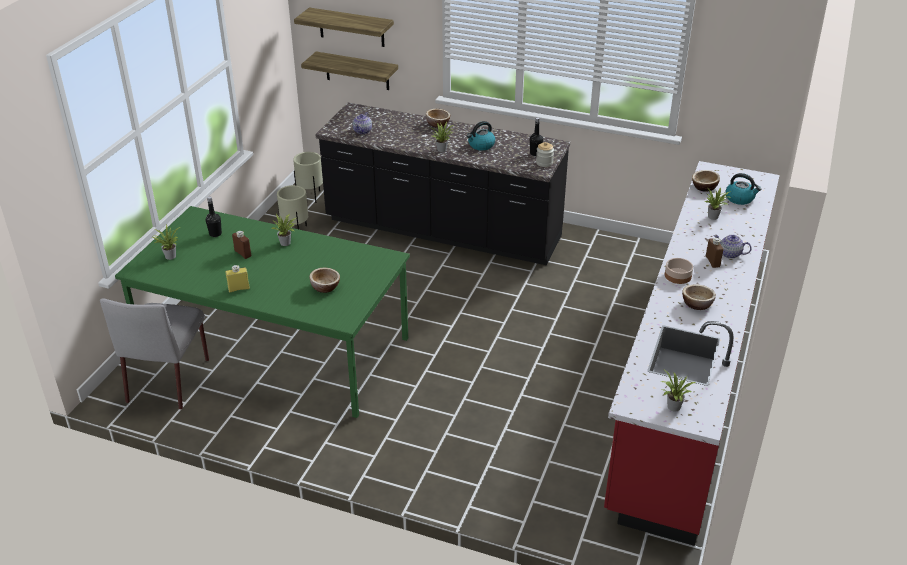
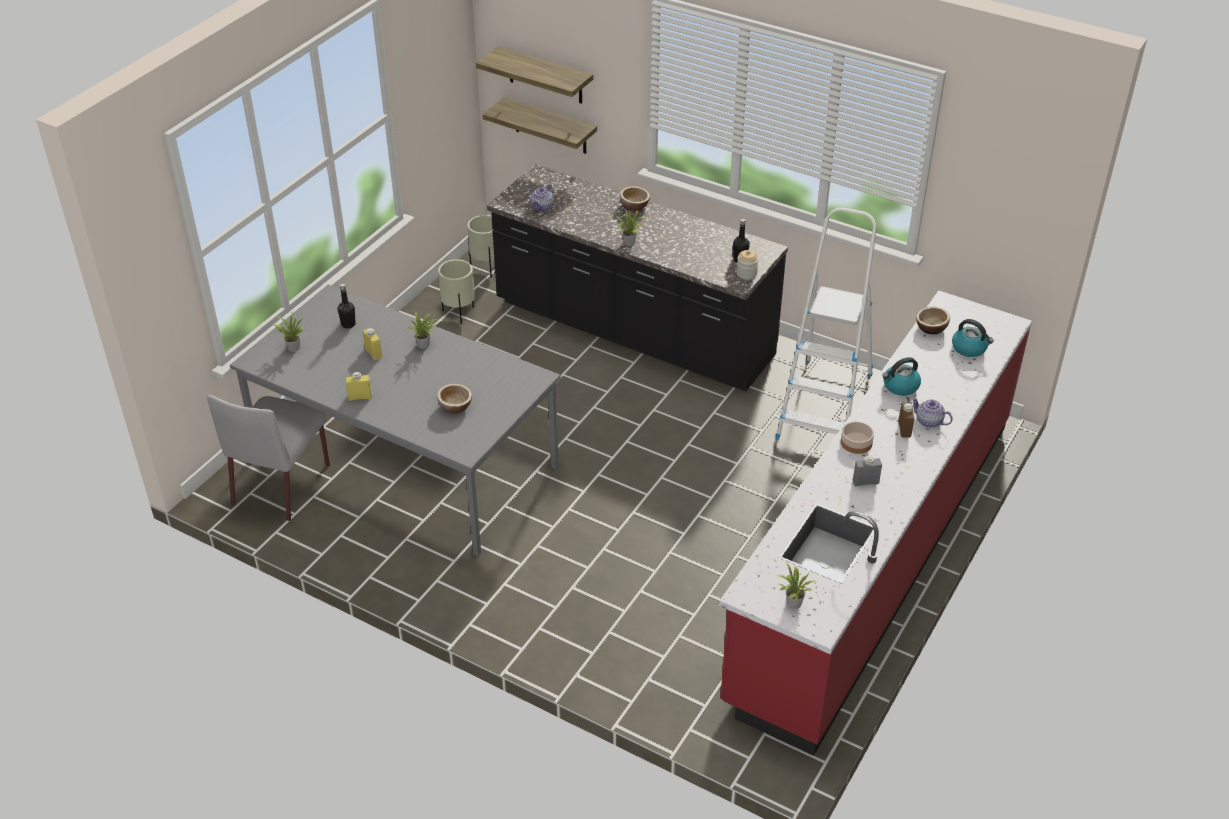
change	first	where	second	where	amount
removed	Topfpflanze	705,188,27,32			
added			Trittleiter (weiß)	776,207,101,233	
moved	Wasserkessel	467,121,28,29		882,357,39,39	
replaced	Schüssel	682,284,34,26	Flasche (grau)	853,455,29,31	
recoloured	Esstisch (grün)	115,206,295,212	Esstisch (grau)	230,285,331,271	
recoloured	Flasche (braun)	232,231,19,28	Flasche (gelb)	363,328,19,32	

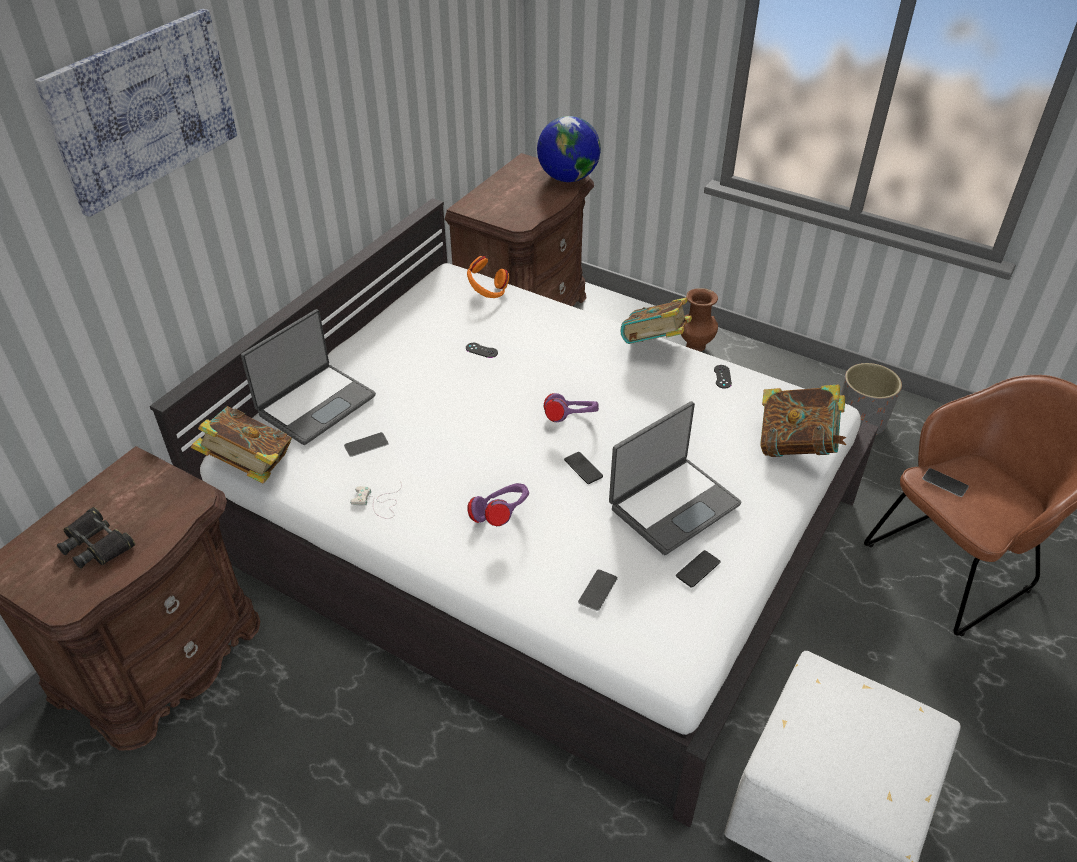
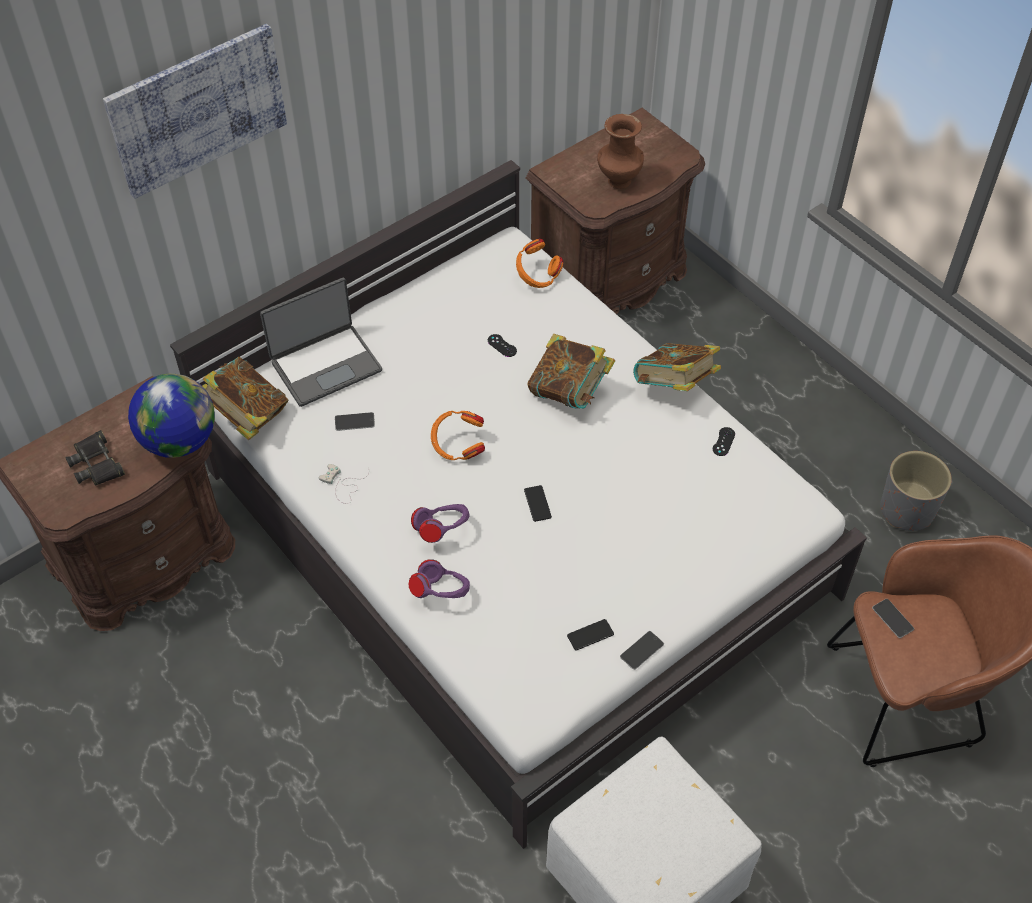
change	first	where	second	where	amount
removed	Laptop	609,401,133,154			
added			Kopfhörer (orange)	431,411,54,49	
moved	Globus	537,116,64,66		128,374,87,84	
moved	Kopfhörer (lila)	544,393,55,29		409,559,61,39	
moved	Handy	578,569,40,42		620,631,44,39	
moved	Vase (braun)	681,288,37,63		597,114,47,75	
moved	Buch	760,384,87,73		527,334,88,75	

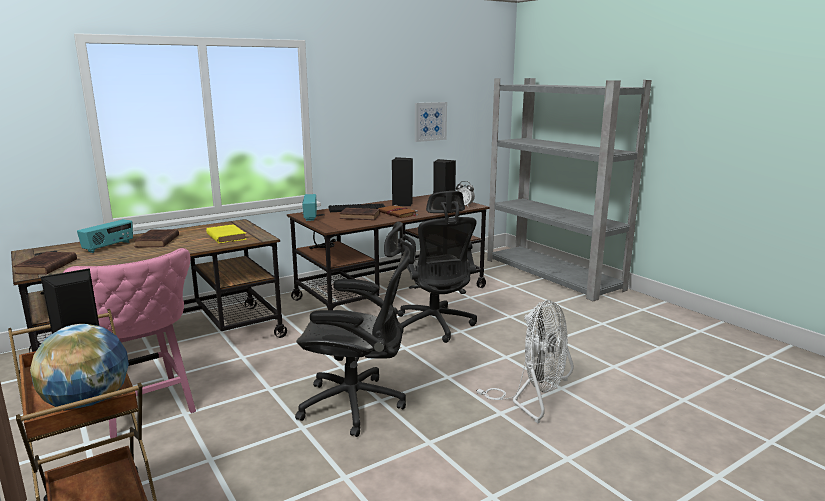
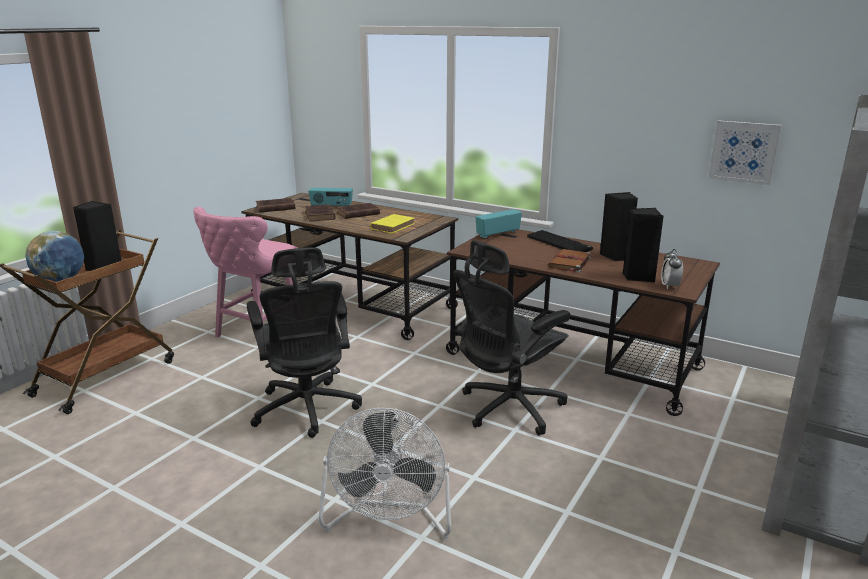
change	first	where	second	where	amount
moved	Buch (braun)	340,208,40,12		305,204,30,18	

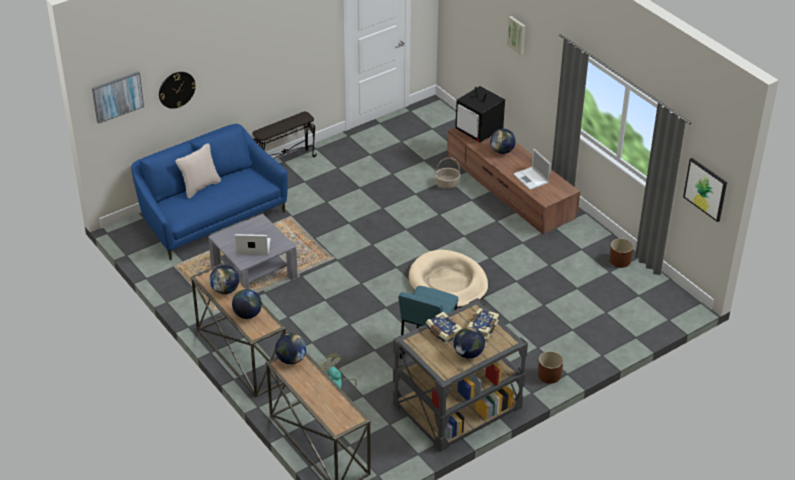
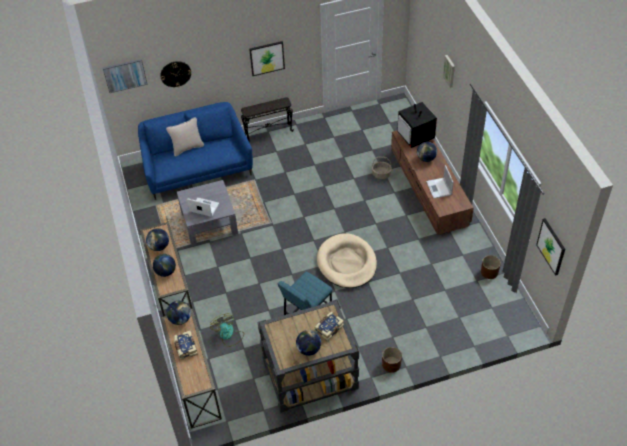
change	first	where	second	where	amount
added			Bild	249,41,36,35	
moved	Buch	426,312,37,33		173,331,25,29	

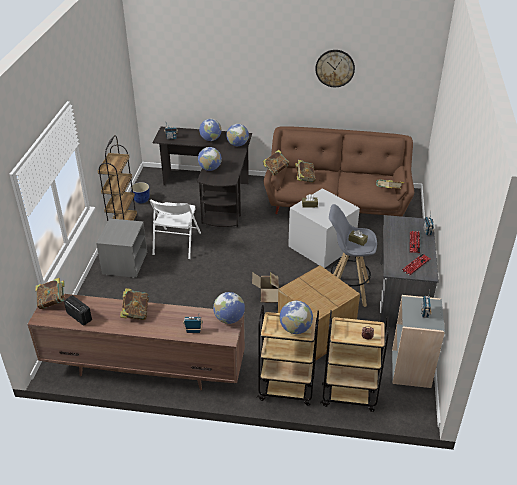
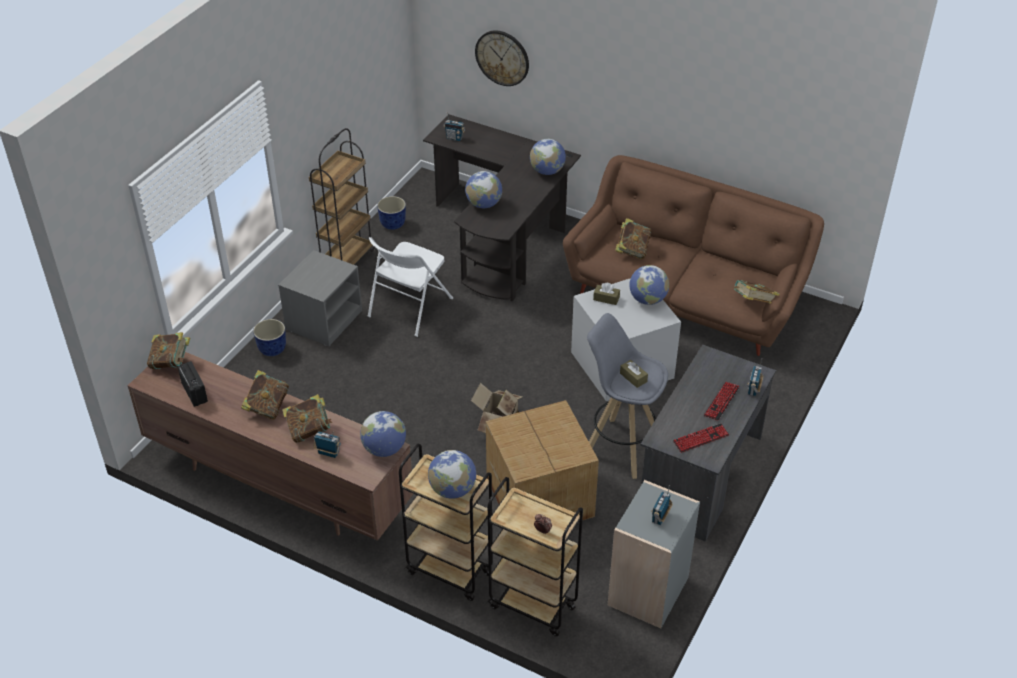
change	first	where	second	where	amount
added			Pflanzkübel	253,319,33,37	
moved	Globus	199,119,23,22		629,265,40,40	
moved	Buch	262,150,28,25		282,394,51,49	
moved	Wanduhr	315,50,40,37		475,30,54,56	

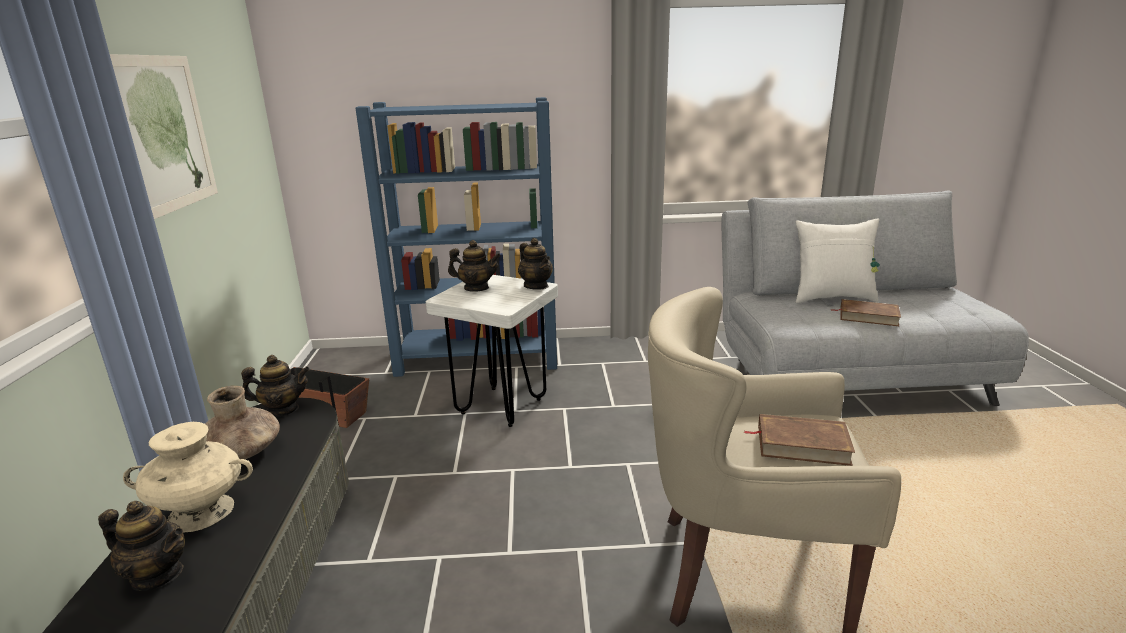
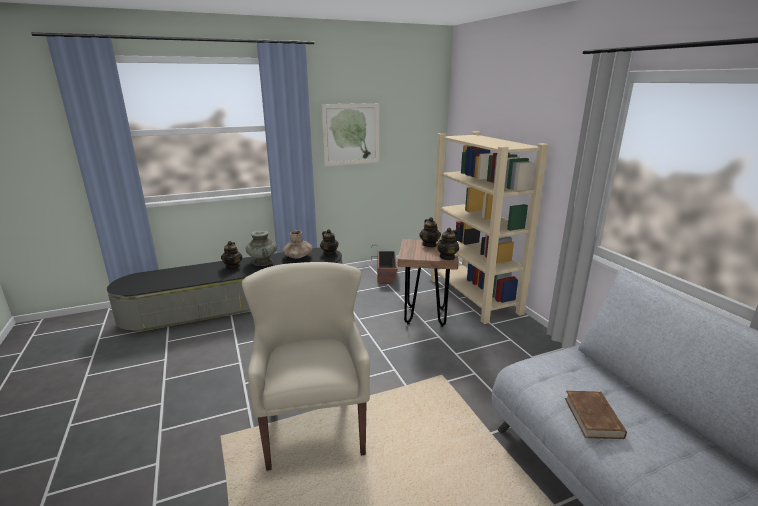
change	first	where	second	where	amount
removed	Buch (braun)	743,414,112,52			
removed	Kissen (weiß)	795,218,85,85			
recoloured	Vase (beige)	123,422,130,110	Vase (türkis)	246,231,31,35	
recoloured	Bücherregal (blau)	356,97,201,280	Bücherregal (beige)	431,131,118,193	
recoloured	Hocker (weiß)	426,275,132,152	Hocker (braun)	398,239,61,88	

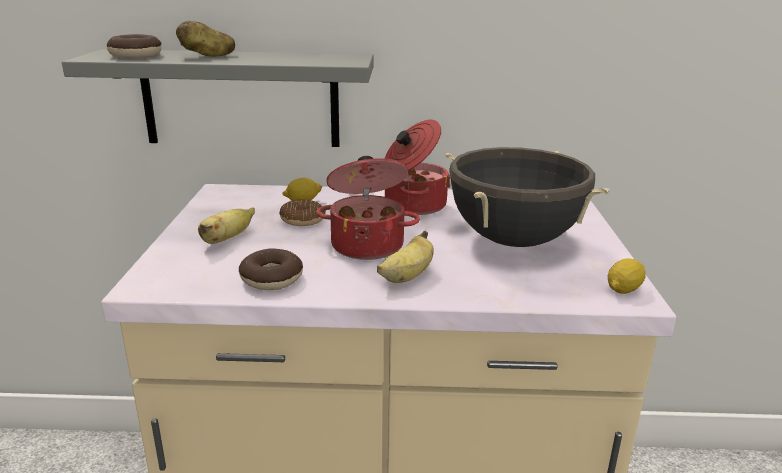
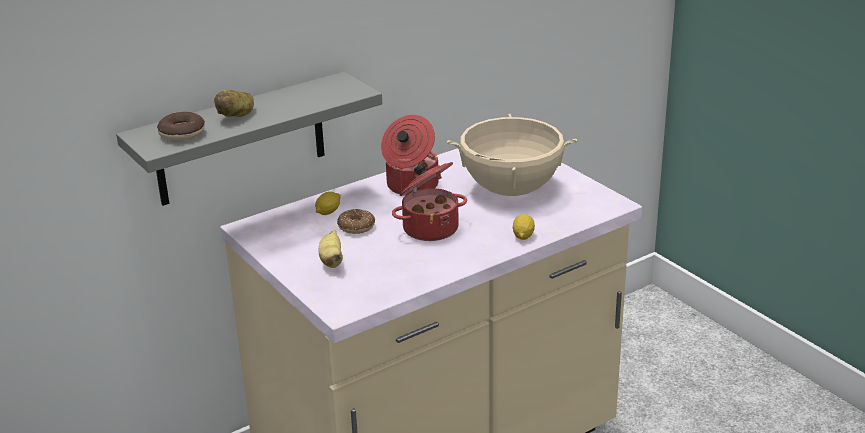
change	first	where	second	where	amount
removed	Donut	239,248,64,42			
removed	Banane	377,231,57,52			
moved	Zitrone	608,258,38,36		513,214,22,26	
recoloured	Kochtopf (schwarz)	445,147,165,100	Kochtopf (beige)	447,114,130,82	

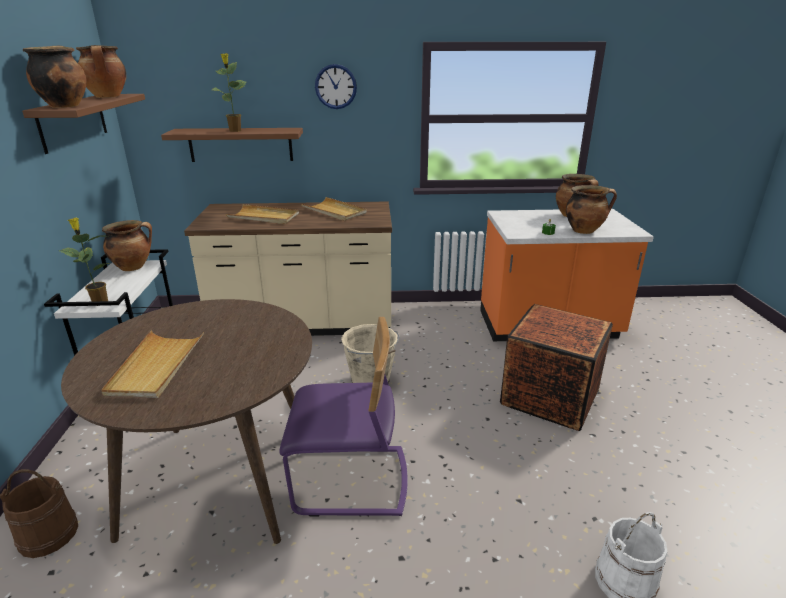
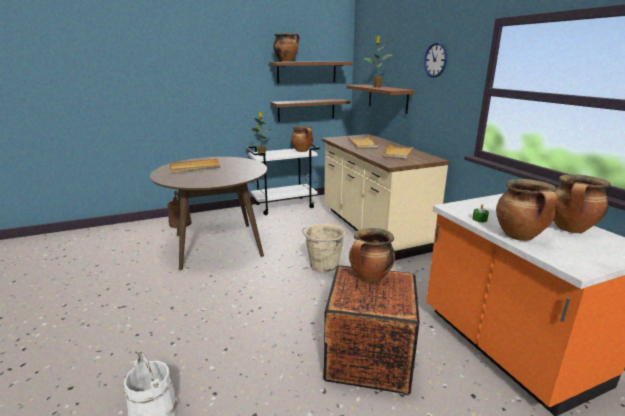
change	first	where	second	where	amount
removed	Stuhl (lila)	279,317,129,200			
added			Wandregal (braun)	270,99,80,23	
moved	Kochtopf	76,45,50,53		349,228,46,55	

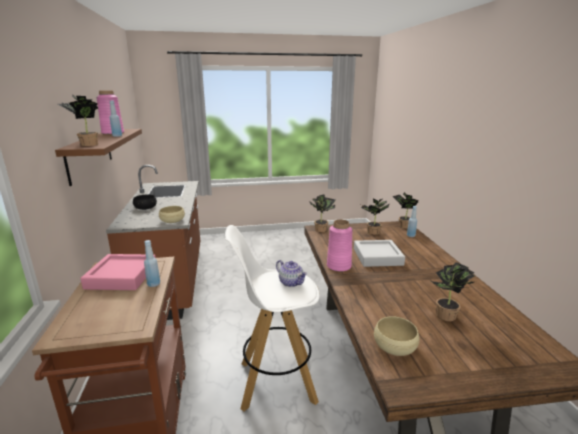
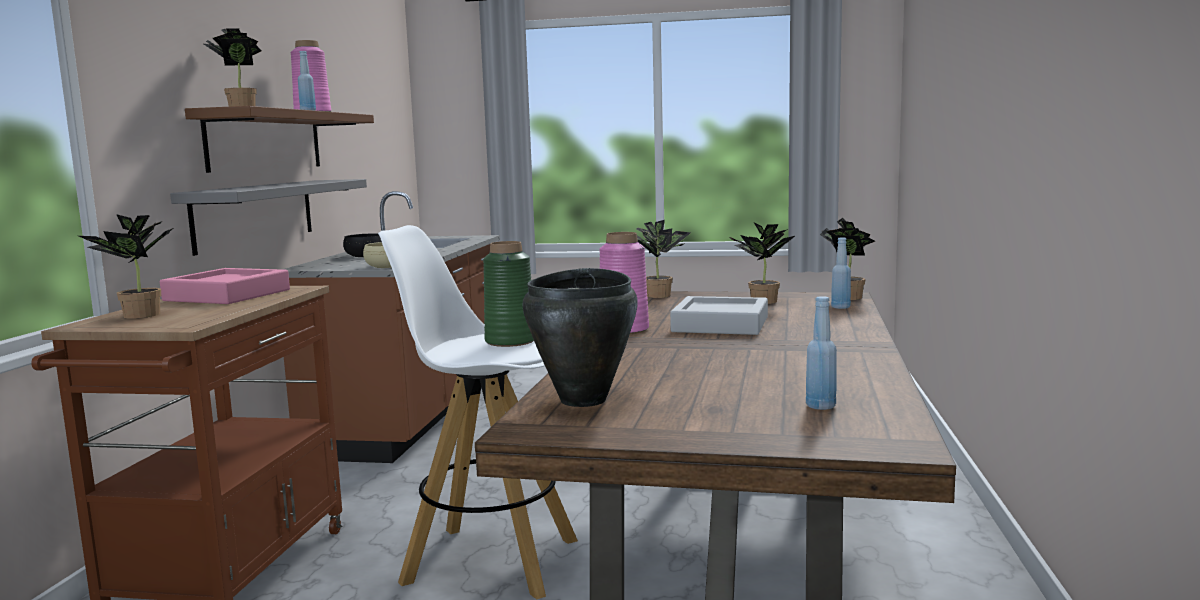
change	first	where	second	where	amount
added			Wandregal (grau)	170,179,197,77	
moved	Flasche (blau)	144,240,16,47		806,296,31,114	
moved	Topfpflanze	431,262,44,59		79,214,94,105	
replaced	Teekanne	276,260,31,27	Vase (grün)	483,241,51,106	
replaced	Schüssel (beige)	374,316,45,40	Kochtopf (schwarz)	522,268,116,139	

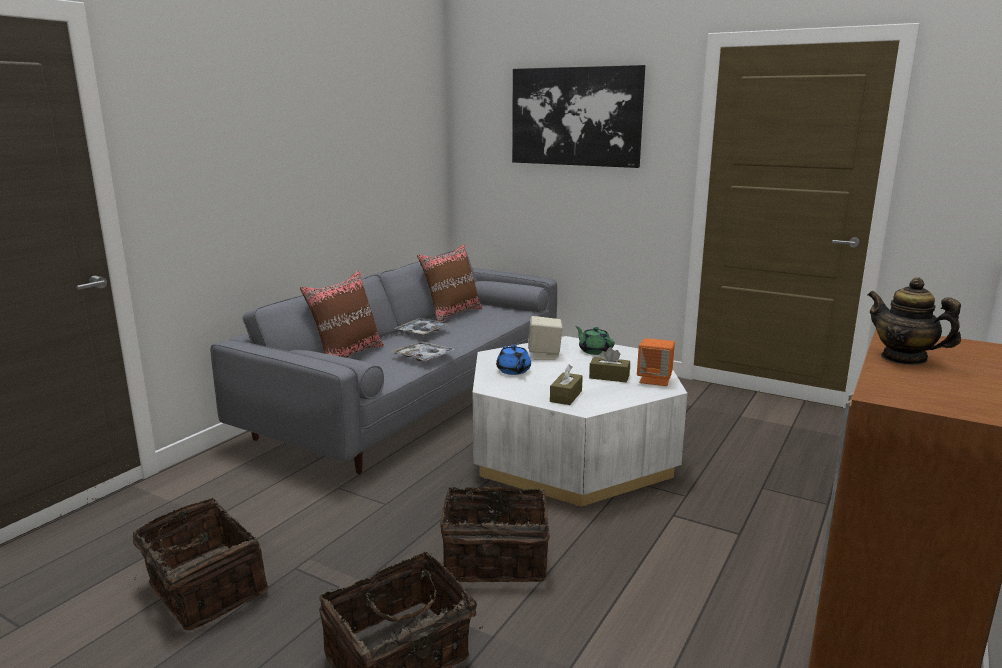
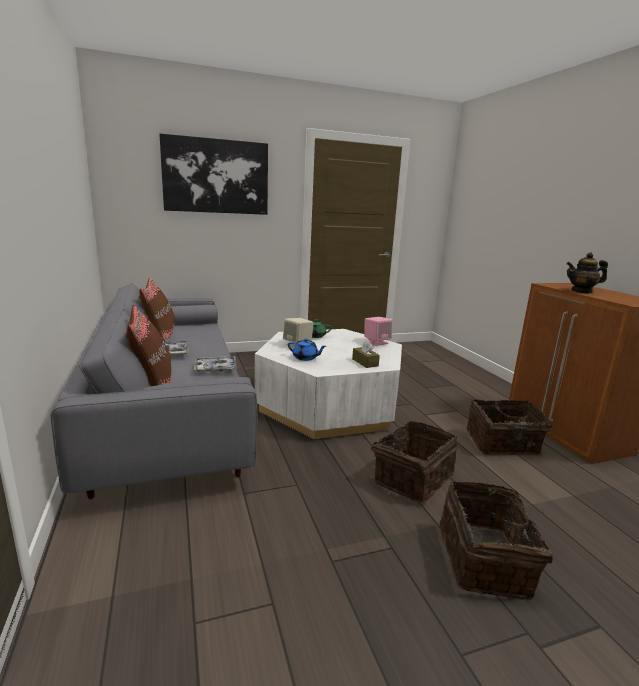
change	first	where	second	where	amount
removed	Taschentuchbox (braun)	589,347,41,35			
moved	Korb	133,498,136,133		467,399,86,56	
recoloured	Lautsprecher (orange)	637,338,38,48	Lautsprecher (rosa)	364,317,29,29	

